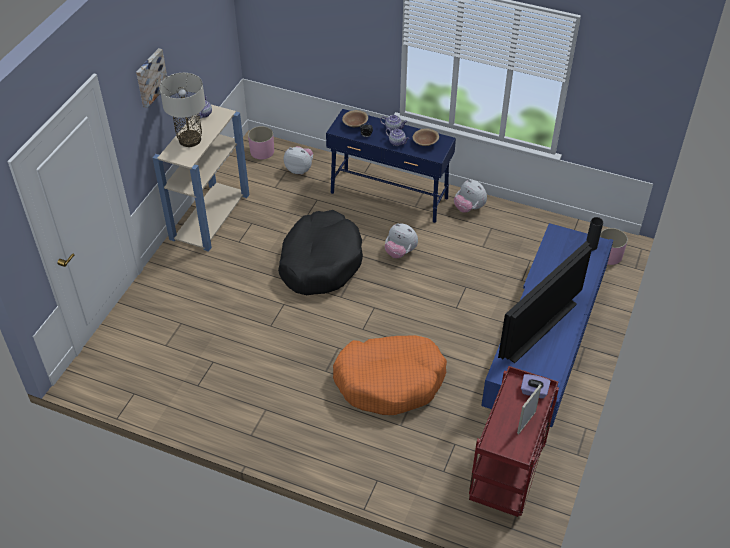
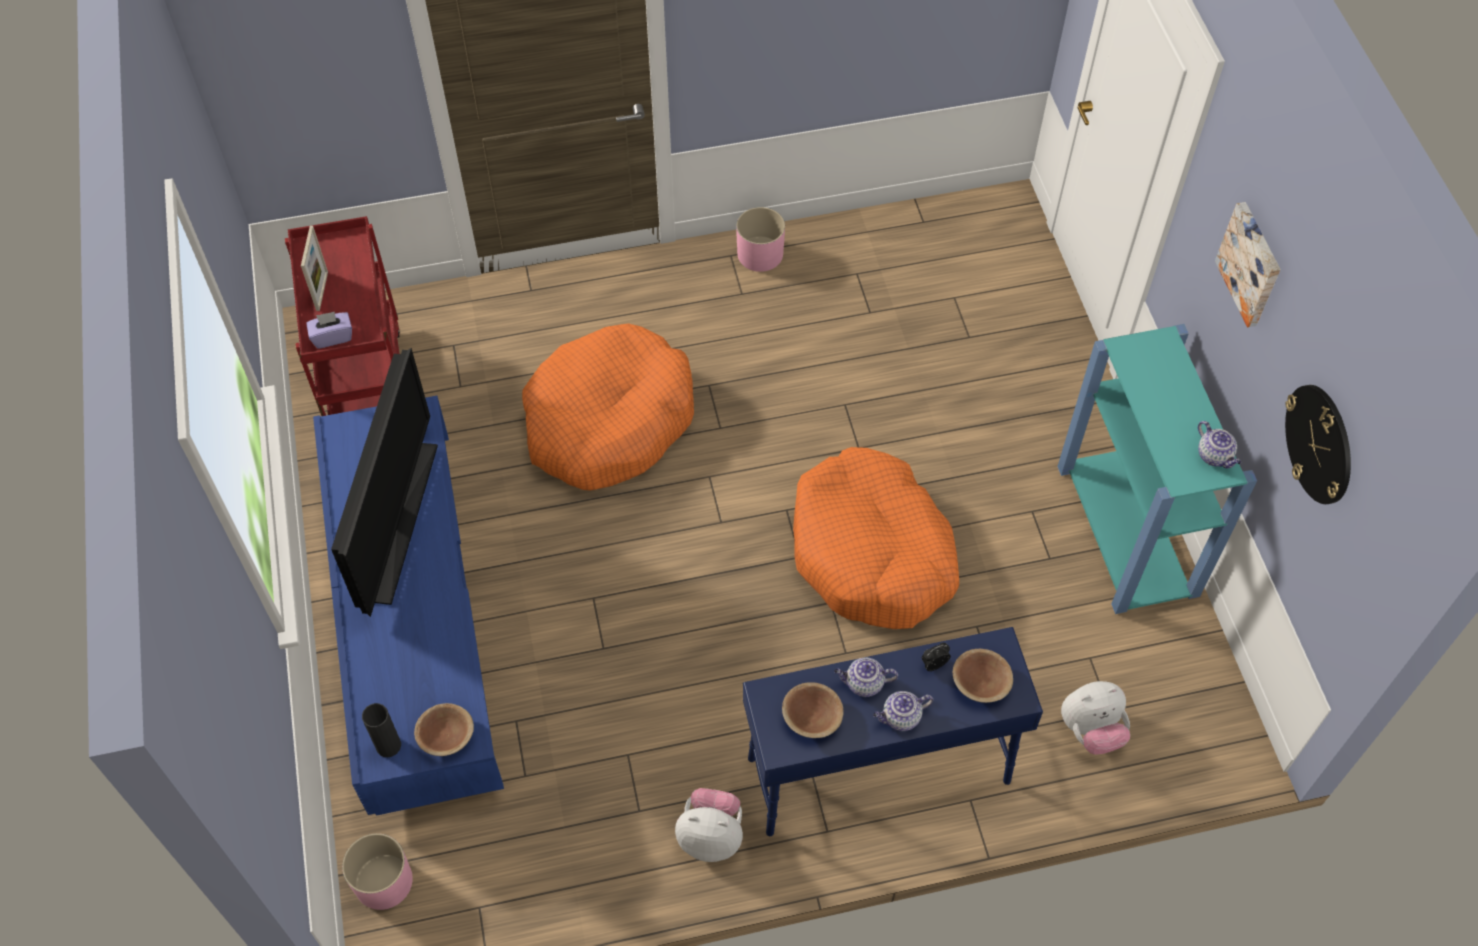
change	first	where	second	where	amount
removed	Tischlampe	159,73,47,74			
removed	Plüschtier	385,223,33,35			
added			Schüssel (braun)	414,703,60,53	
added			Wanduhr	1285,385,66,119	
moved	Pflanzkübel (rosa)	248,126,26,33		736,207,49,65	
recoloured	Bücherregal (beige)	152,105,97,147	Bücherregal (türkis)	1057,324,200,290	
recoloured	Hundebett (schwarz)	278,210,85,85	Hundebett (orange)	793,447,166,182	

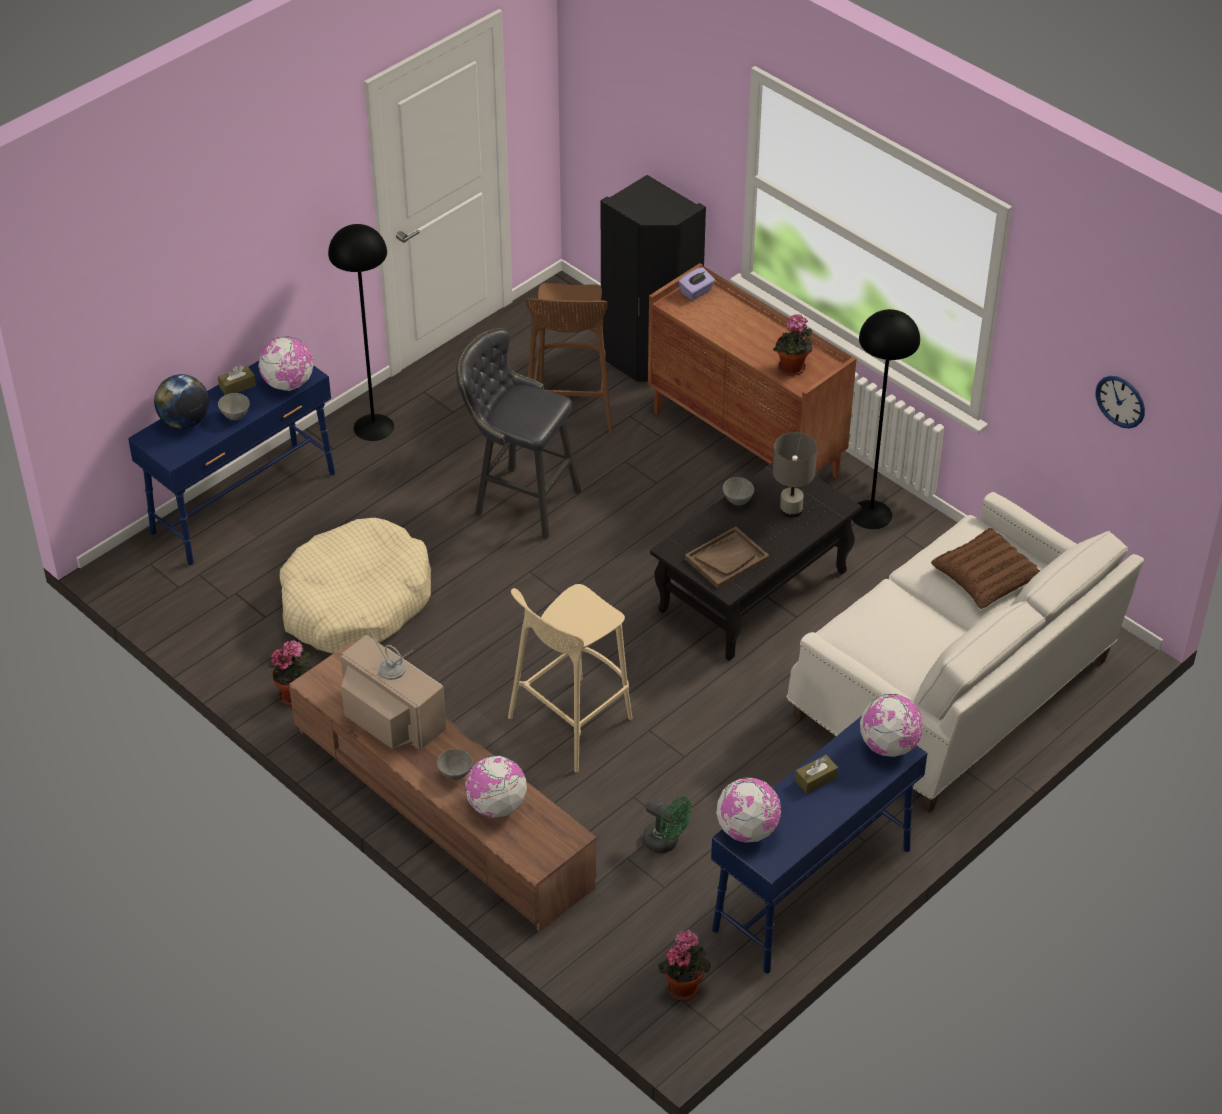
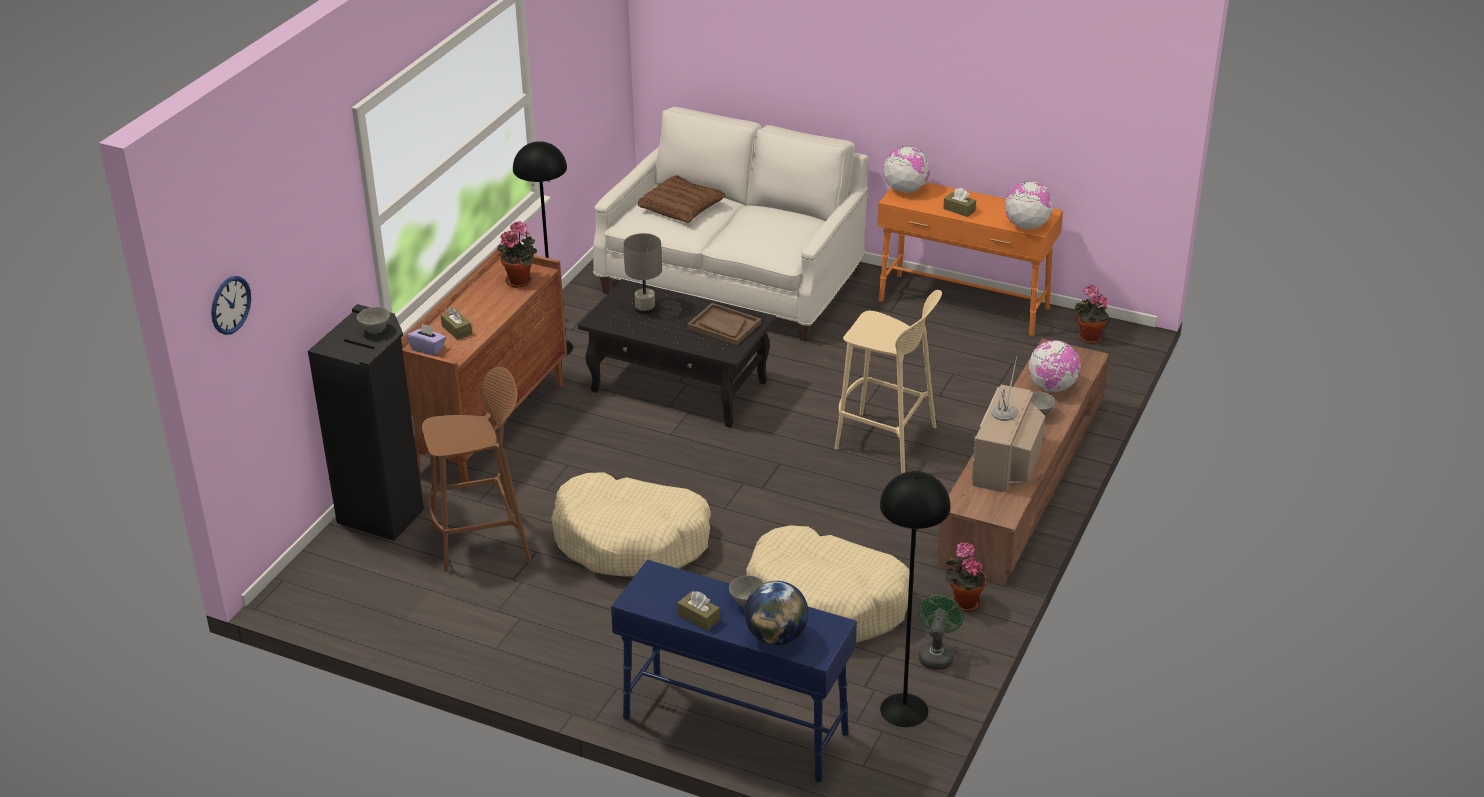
change	first	where	second	where	amount
removed	Globus	258,336,55,55			
added			Taschentuchbox (braun)	441,307,31,33	
moved	Stehlampe (schwarz)	328,224,66,217		880,471,71,256	
moved	Ventilator (grün)	642,797,50,56		918,595,46,75	
moved	Schüssel (grau)	723,477,31,28		357,307,33,27	
moved	Wanduhr	1096,376,49,53		211,276,40,59	
replaced	Hocker (schwarz)	456,328,125,212	Hundebett (beige)	551,472,160,104	
recoloured	Konsolentisch (blau)	711,716,217,257	Konsolentisch (orange)	878,182,185,154	

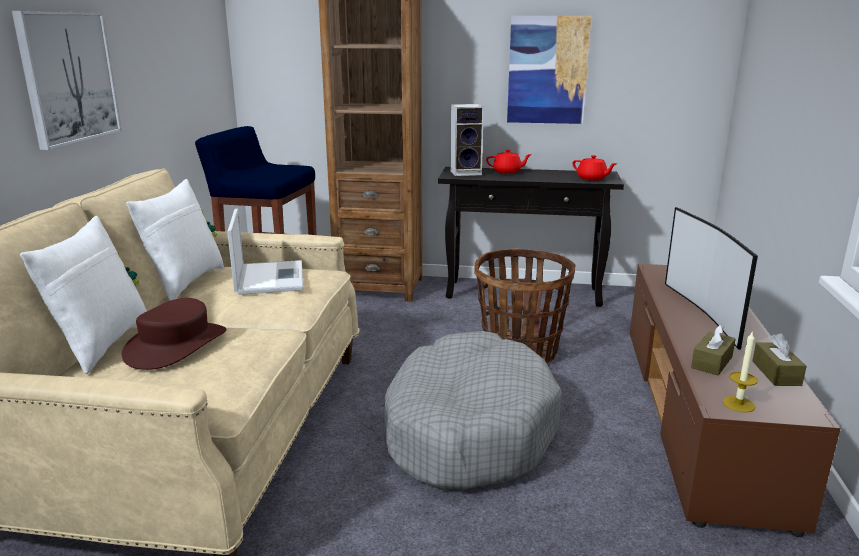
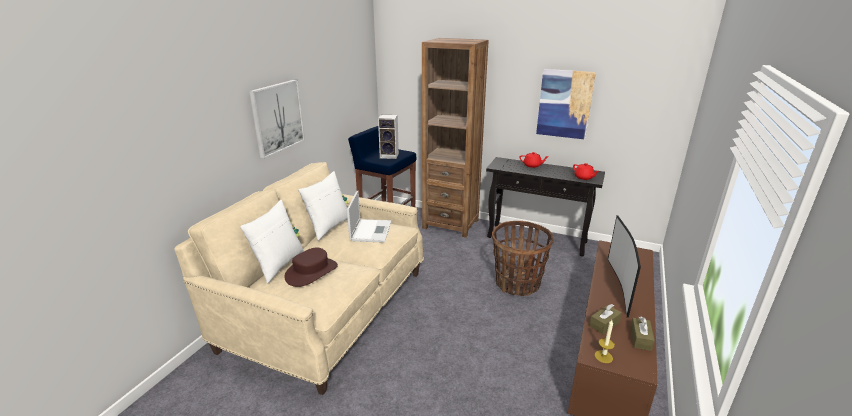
change	first	where	second	where	amount
removed	Hundebett (grau)	384,331,178,159			
moved	Lautsprecher	450,104,34,72		378,115,21,44	

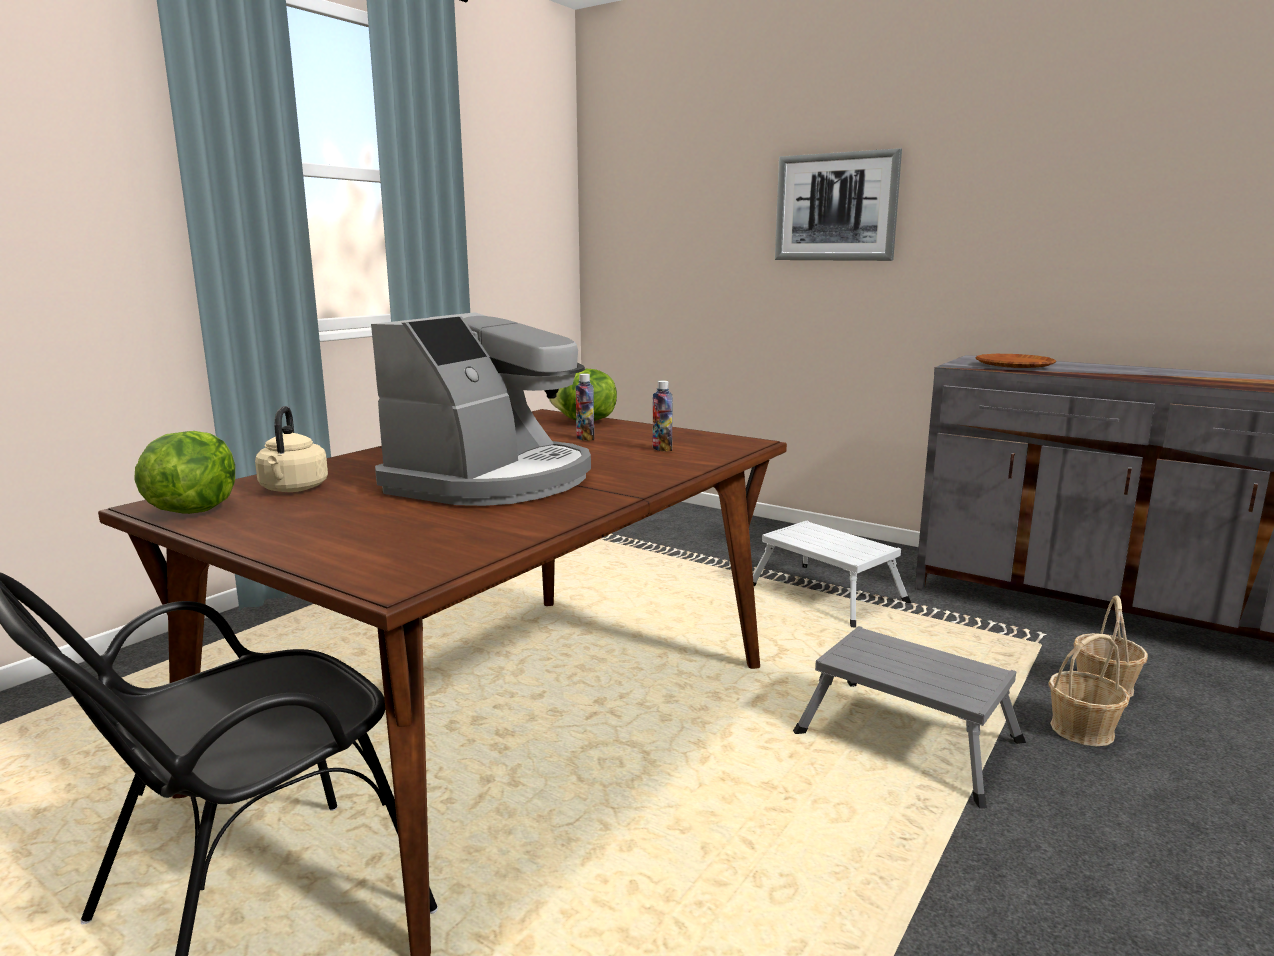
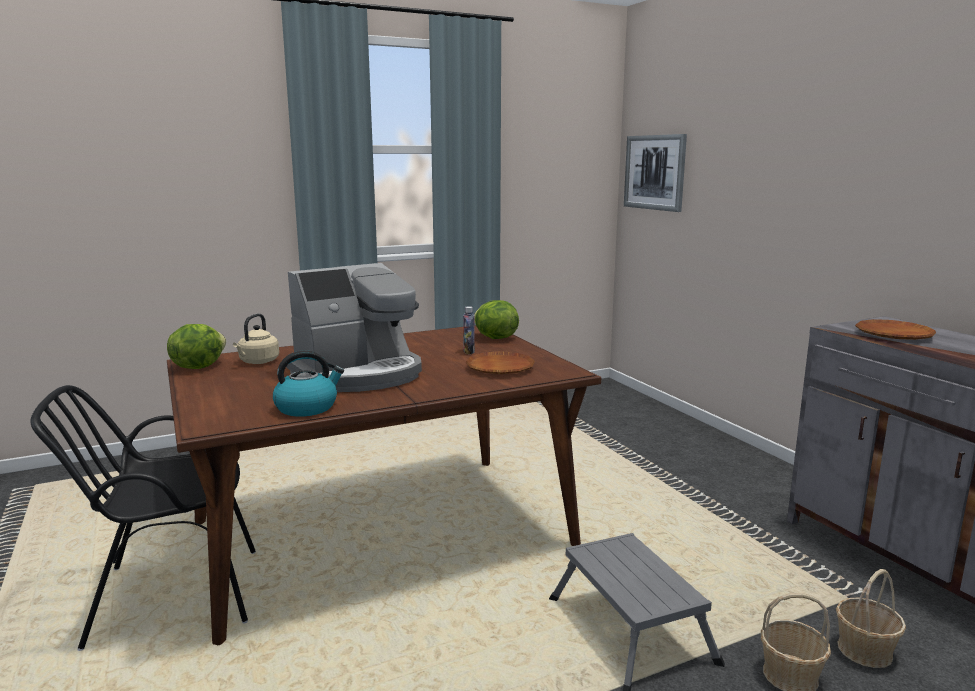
change	first	where	second	where	amount
removed	Trittleiter (weiß)	753,521,158,106			
added			Wasserkessel	273,350,71,67	
moved	Bild	775,148,127,113		624,134,63,78	
replaced	Flasche	652,380,21,72	Teller (braun)	466,351,69,23	

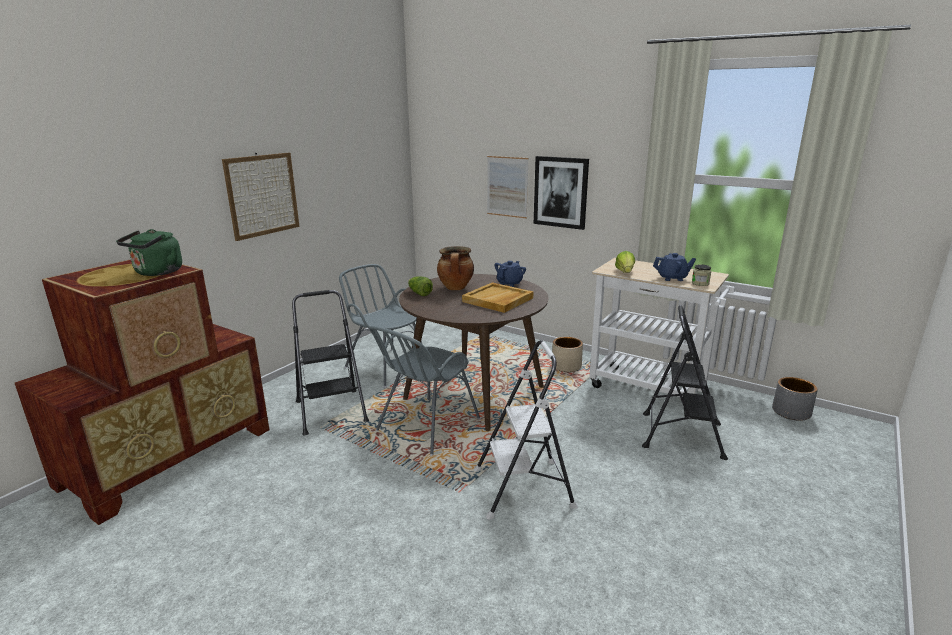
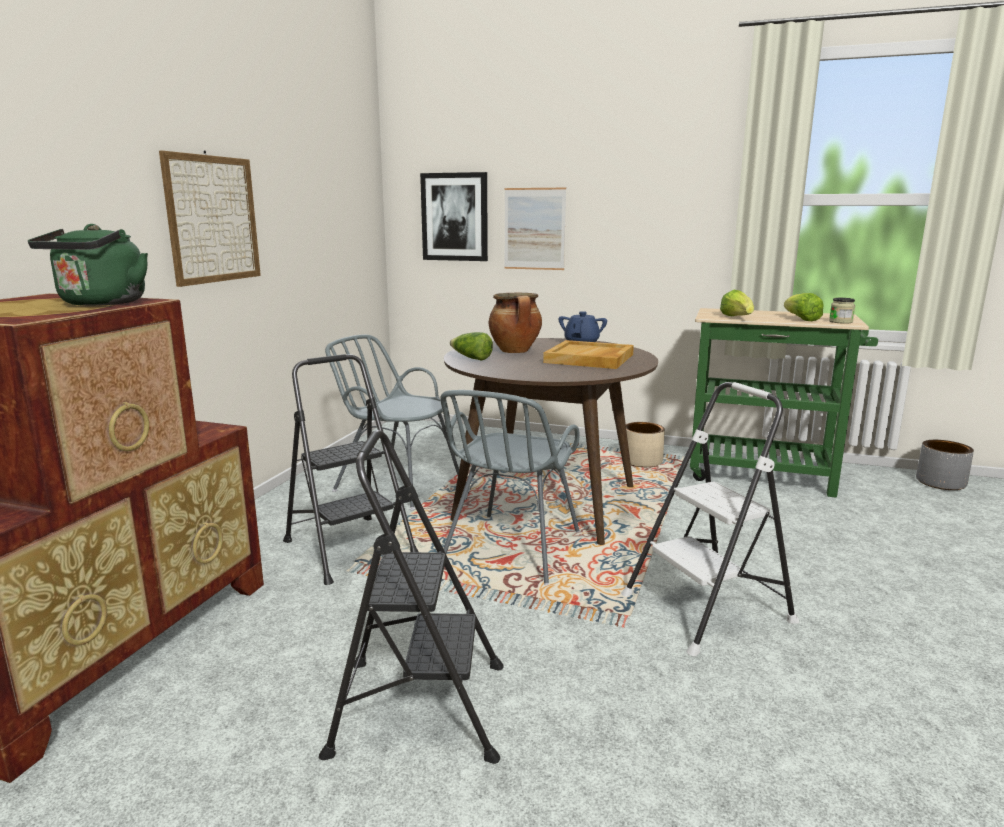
change	first	where	second	where	amount
moved	Bild	534,156,55,74		420,172,68,89	
moved	Trittleiter (schwarz)	642,305,86,155		319,430,185,334	
replaced	Teekanne (blau)	653,253,43,28	Salatkopf	784,293,40,28	
recoloured	Rollwagen (weiß)	589,258,146,139	Rollwagen (grün)	690,308,188,190	

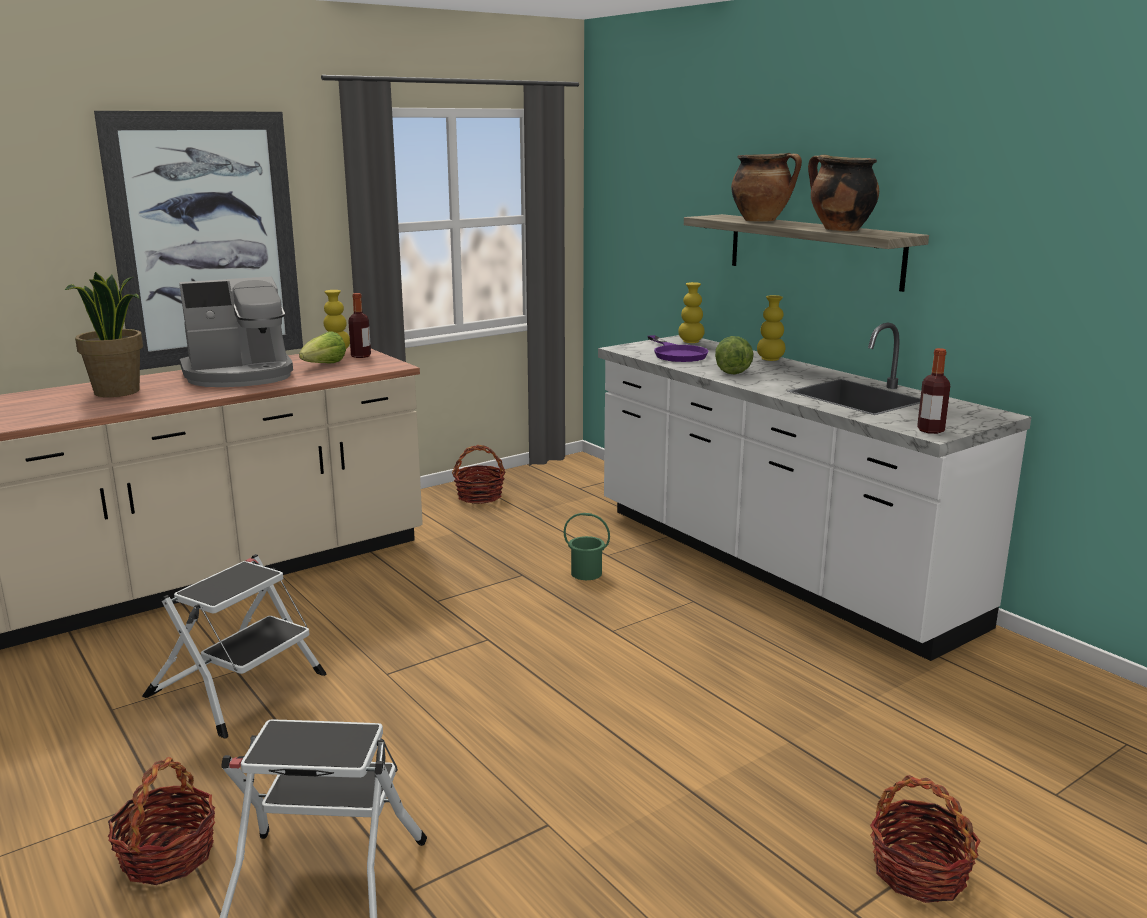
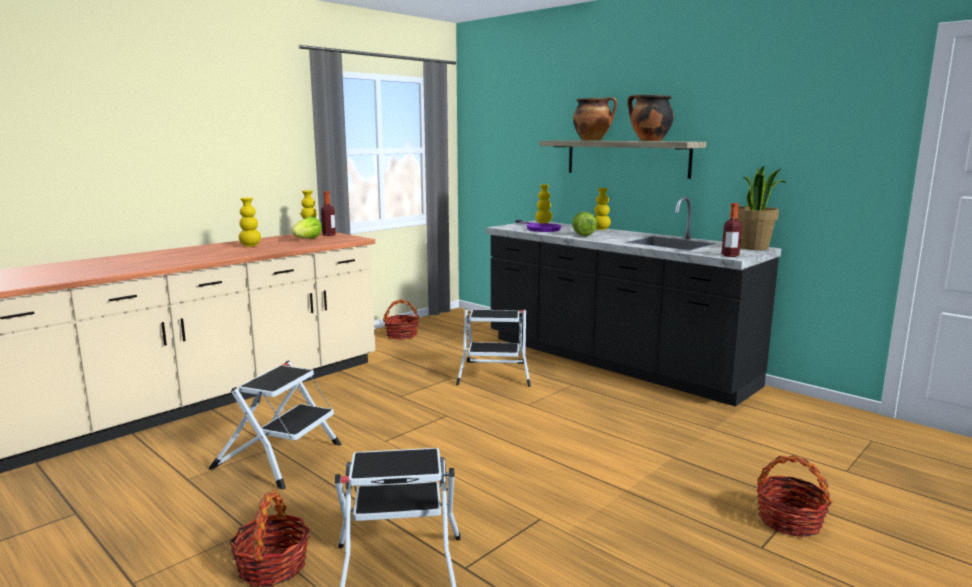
change	first	where	second	where	amount
removed	Bild	94,111,209,259			
moved	Topfpflanze	65,272,78,125		738,165,48,85	
replaced	Kaffeemaschine	179,277,114,110	Vase (gelb)	239,198,22,49	
replaced	Eimer (grün)	564,513,46,67	Trittleiter	456,308,75,79	
recoloured	Küchenzeile (weiß)	598,323,433,338	Küchenzeile (schwarz)	486,197,295,210	

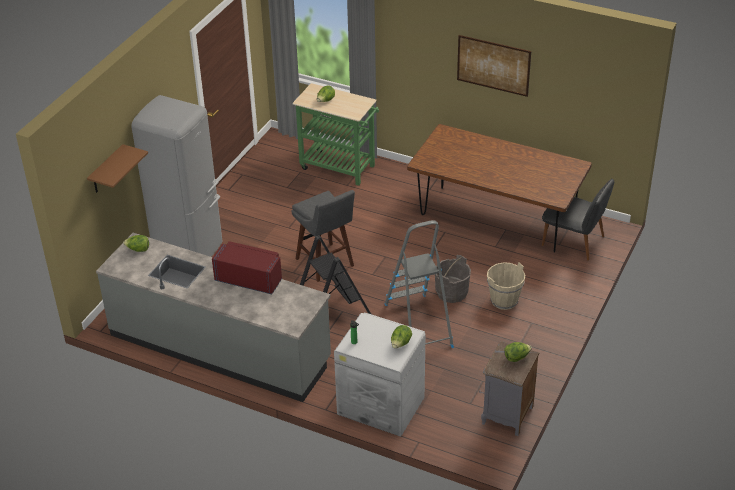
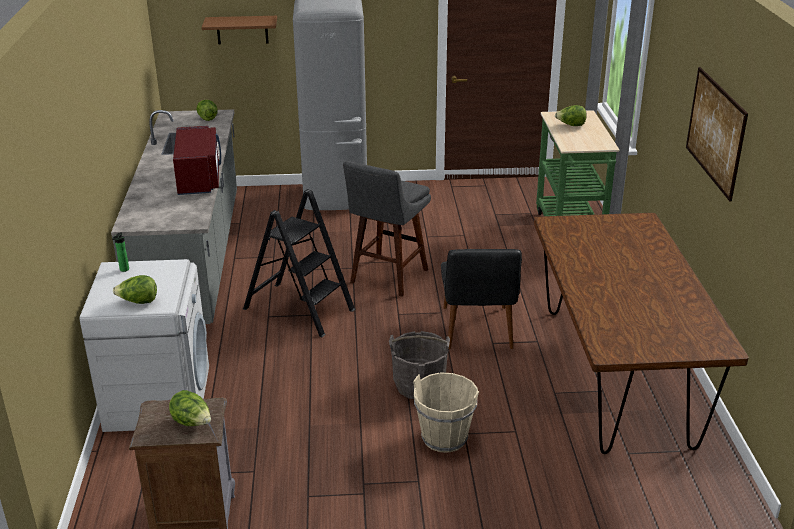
change	first	where	second	where	amount
removed	Trittleiter (grau)	385,220,69,128			
moved	Stuhl (schwarz)	542,179,72,82		441,249,81,100	

